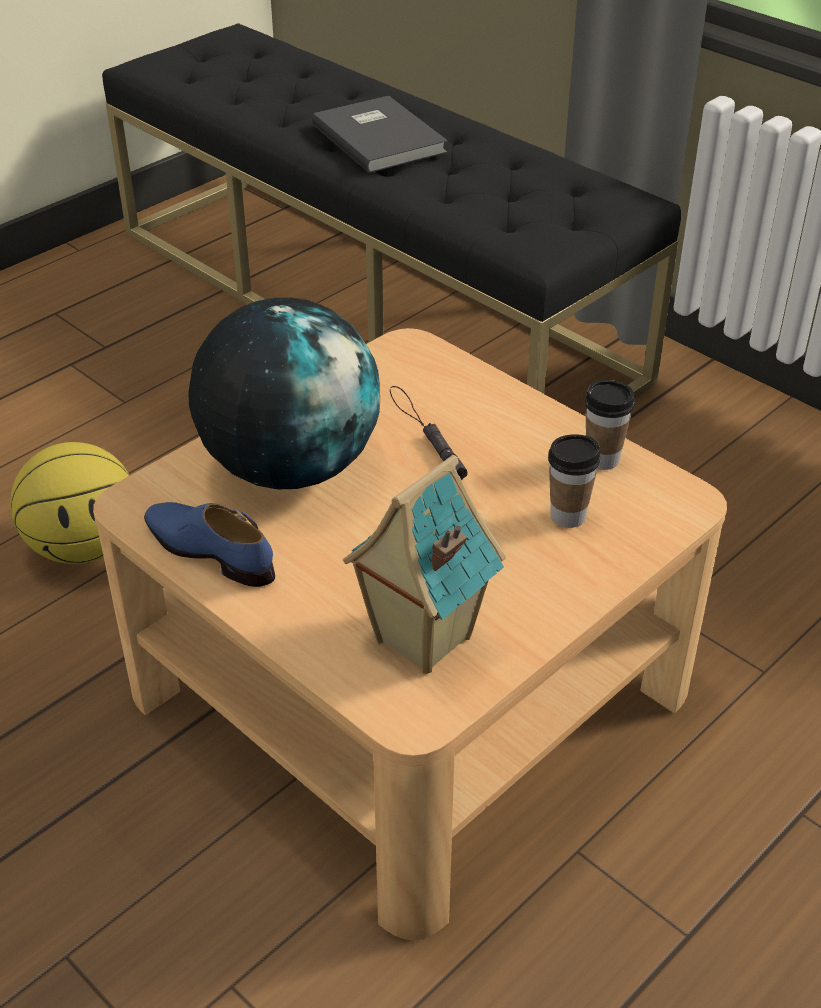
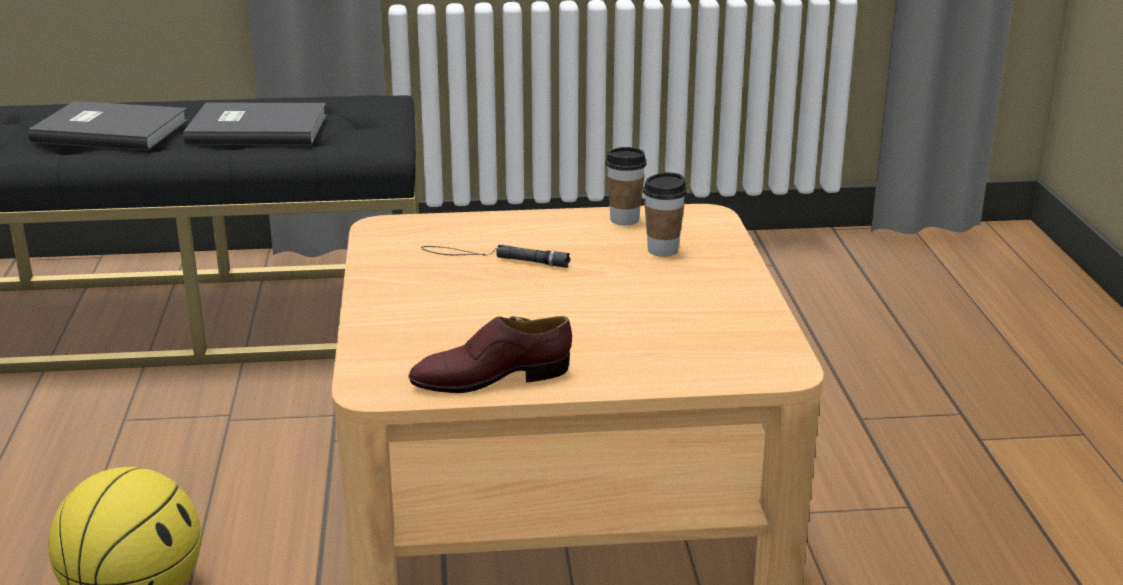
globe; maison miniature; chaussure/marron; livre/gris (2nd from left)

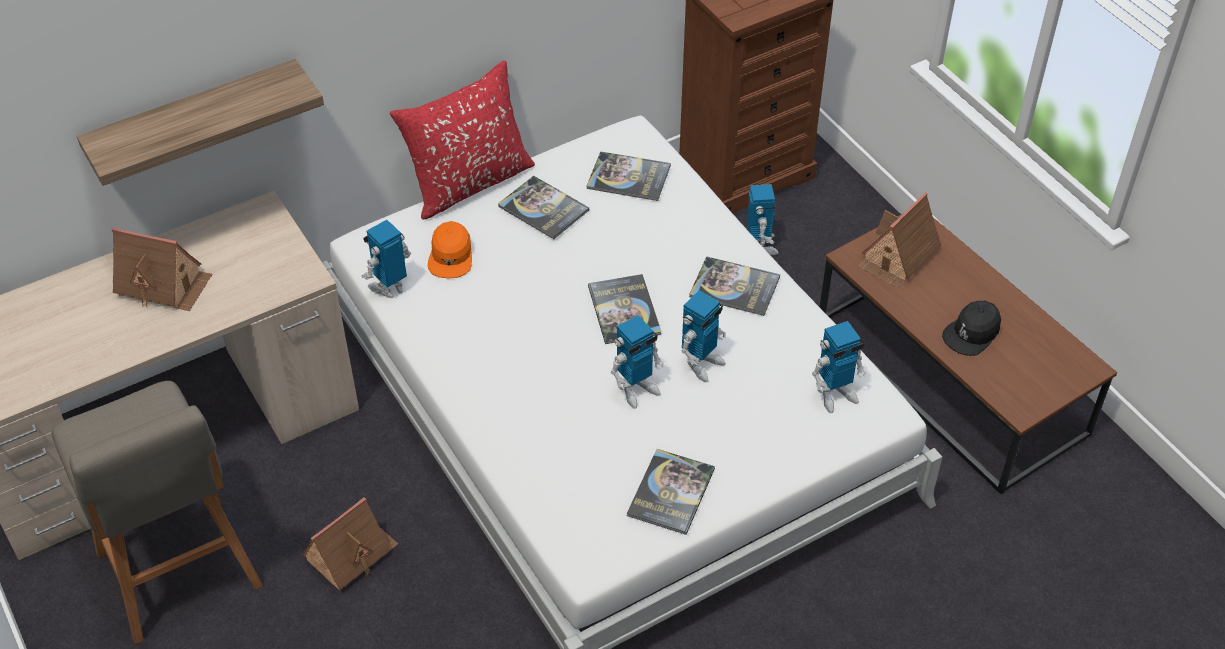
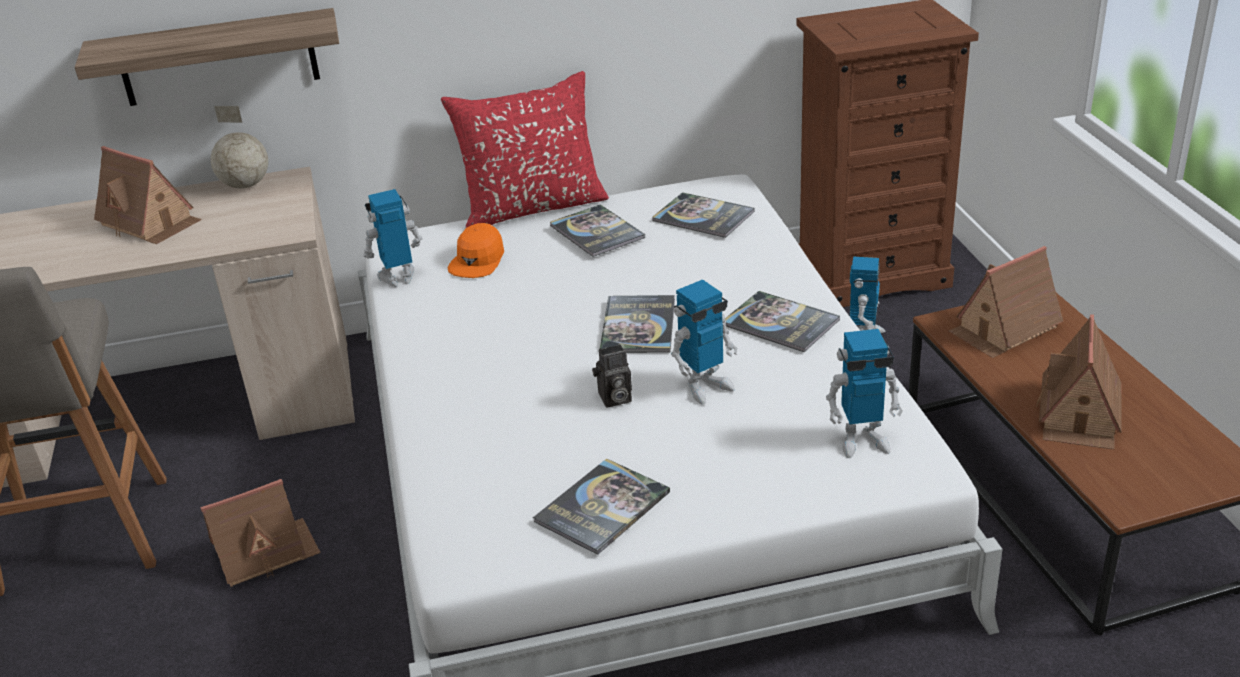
maison miniature (4th from left); appareil photo; globe

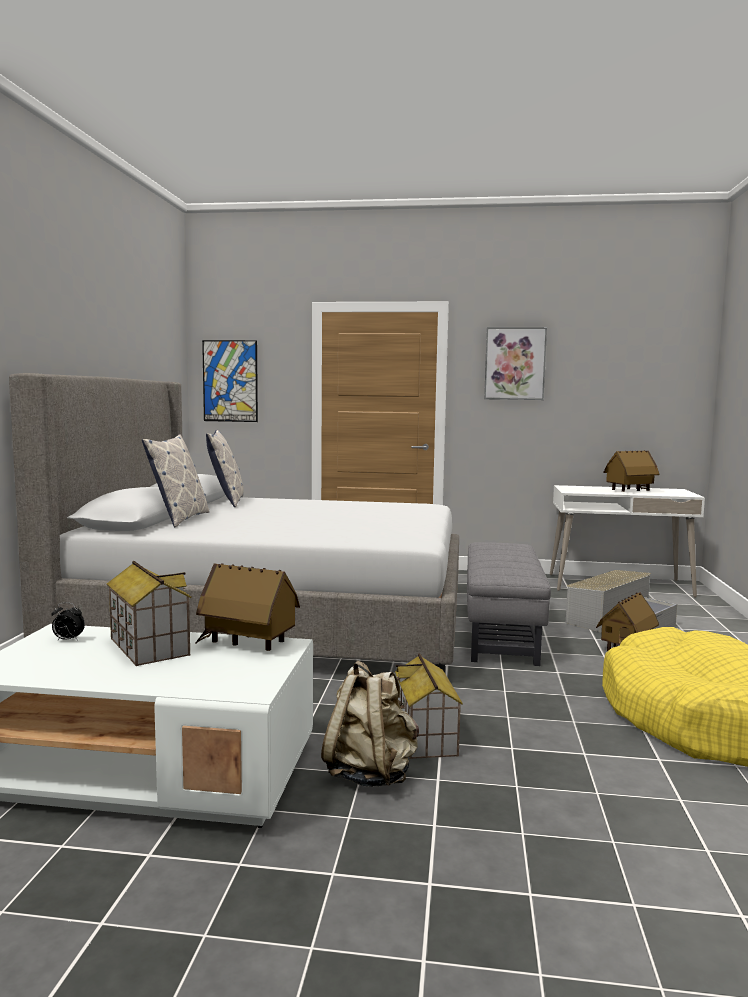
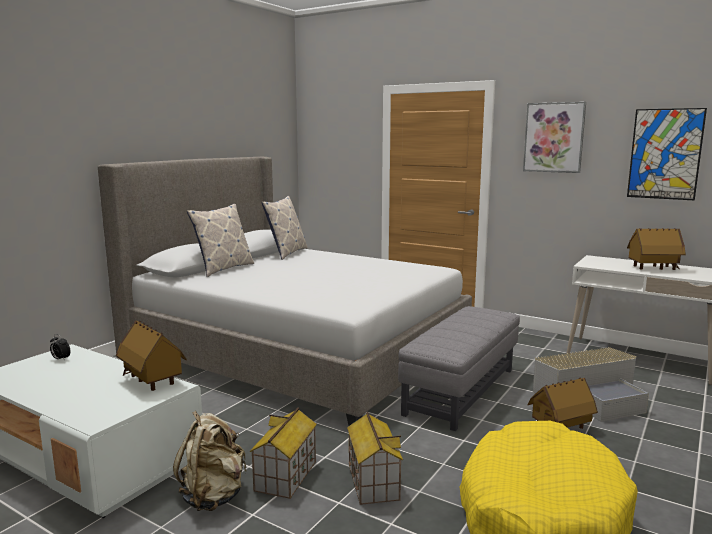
tableau (2nd from left); maison miniature (3rd from left)

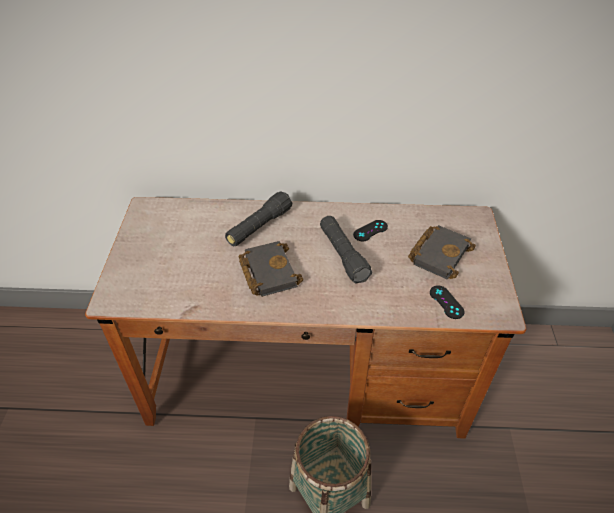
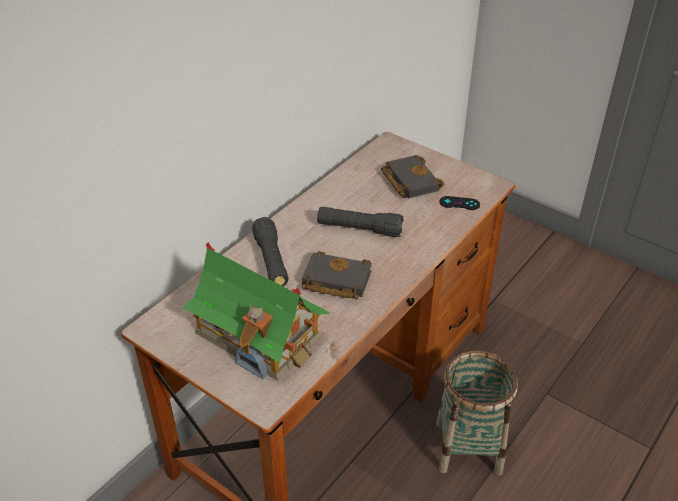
manette/noir (1st from left in the first image); maison miniature

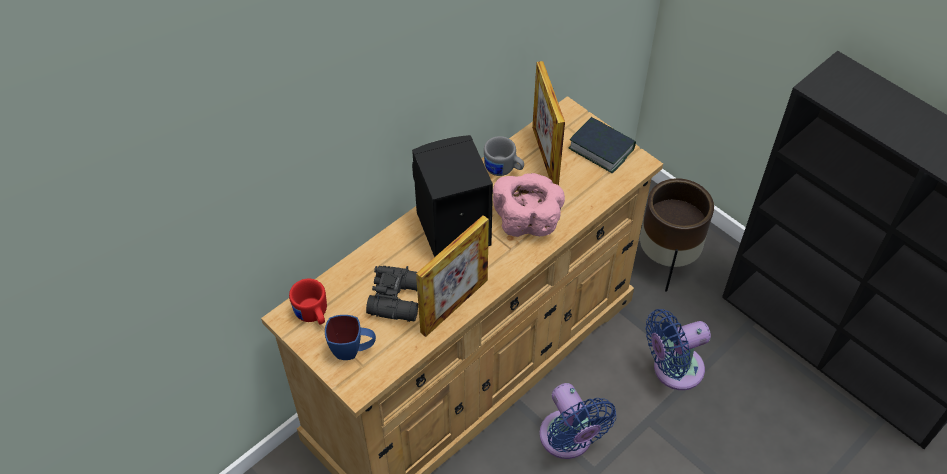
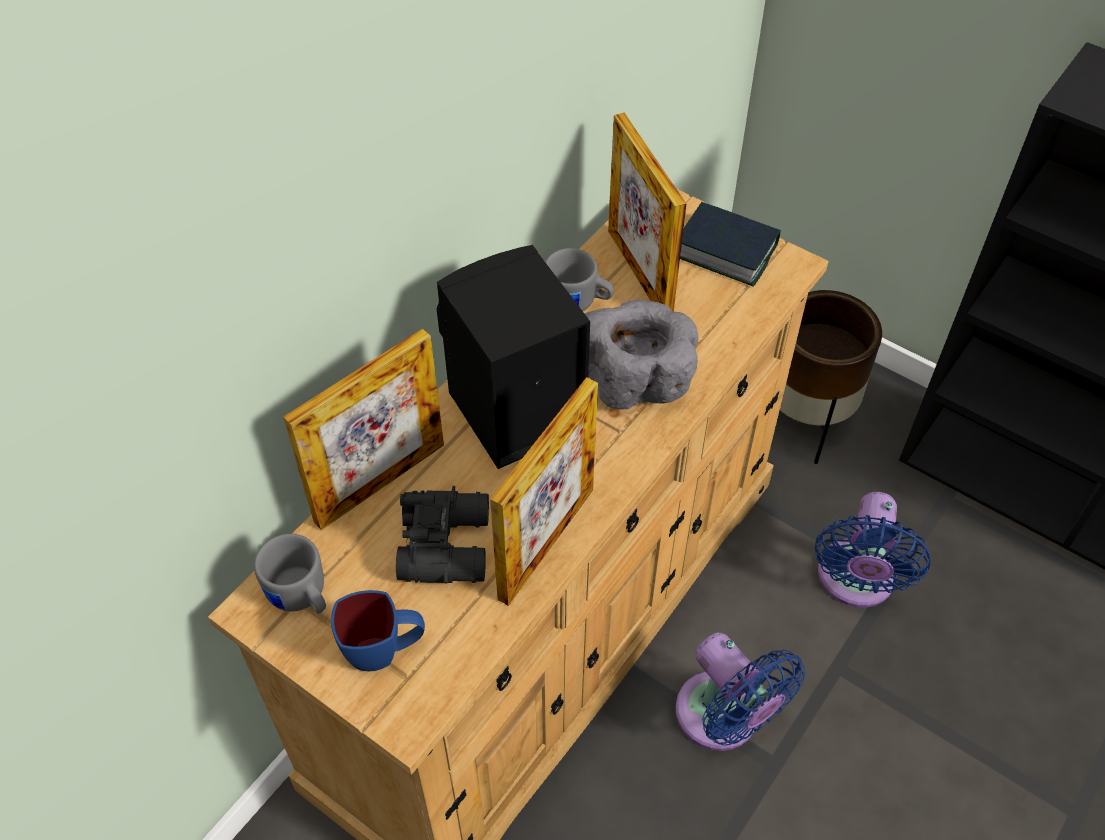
bol/gris; mug/gris (1st from left); ventilateur/bleu (2nd from left); cadre photo (1st from left)

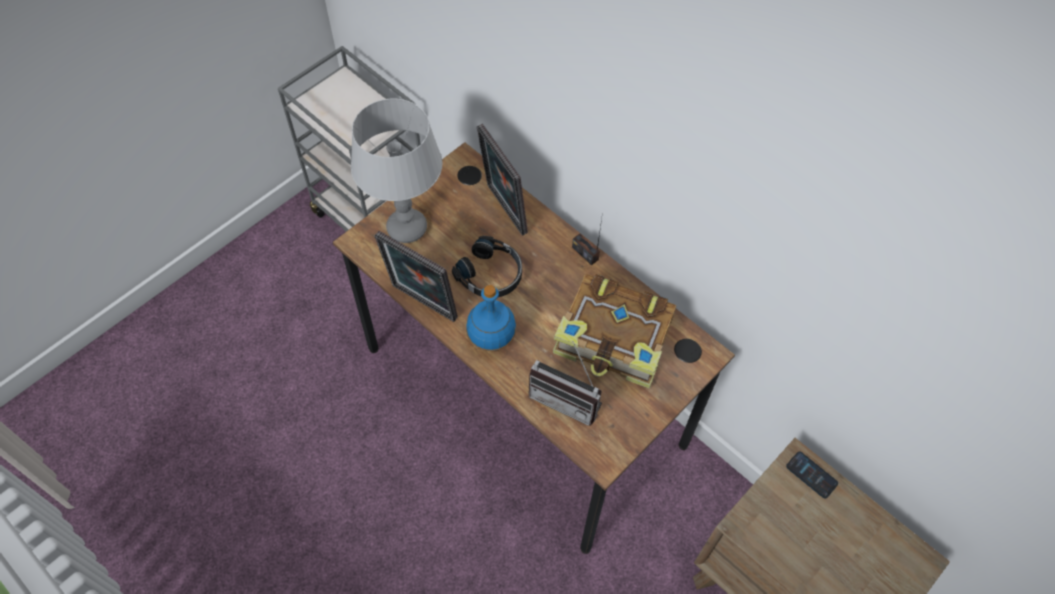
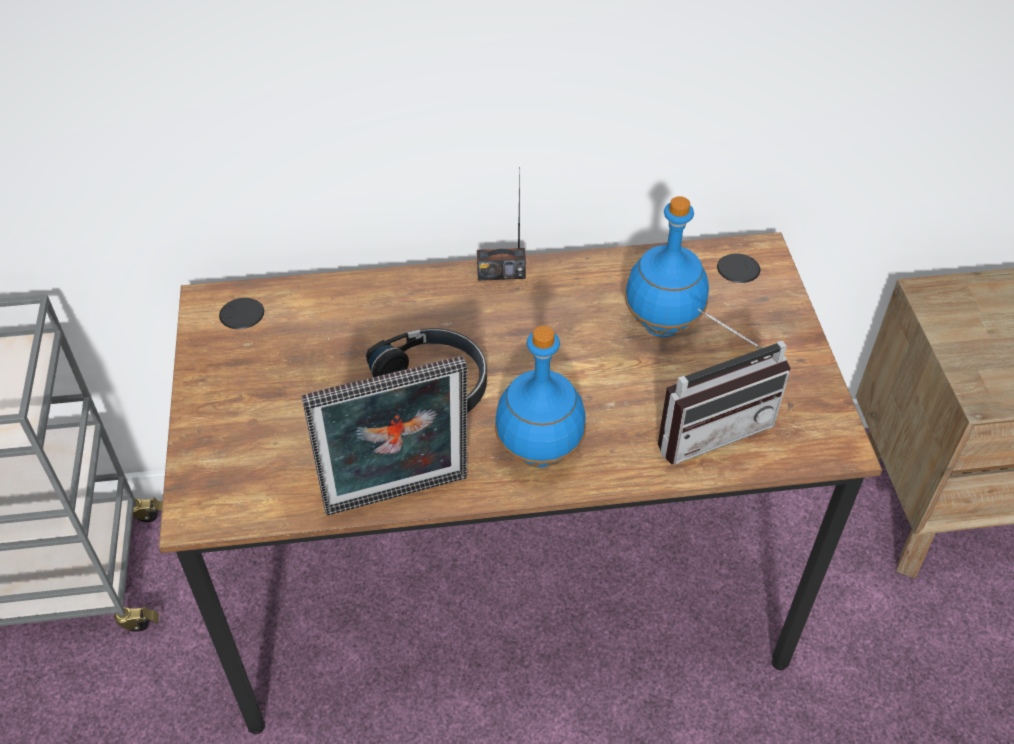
lampe de table/gris; cadre photo (2nd from left in the first image); bouteille/bleu (2nd from left); téléphone

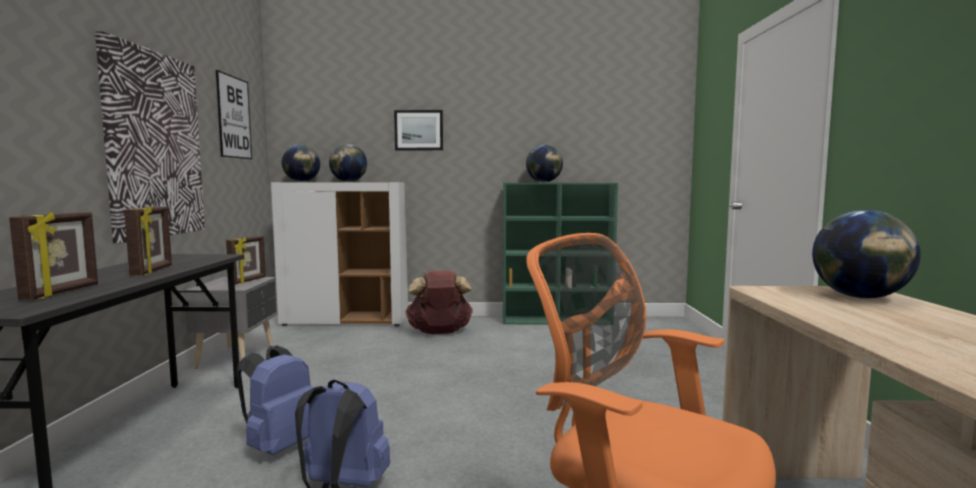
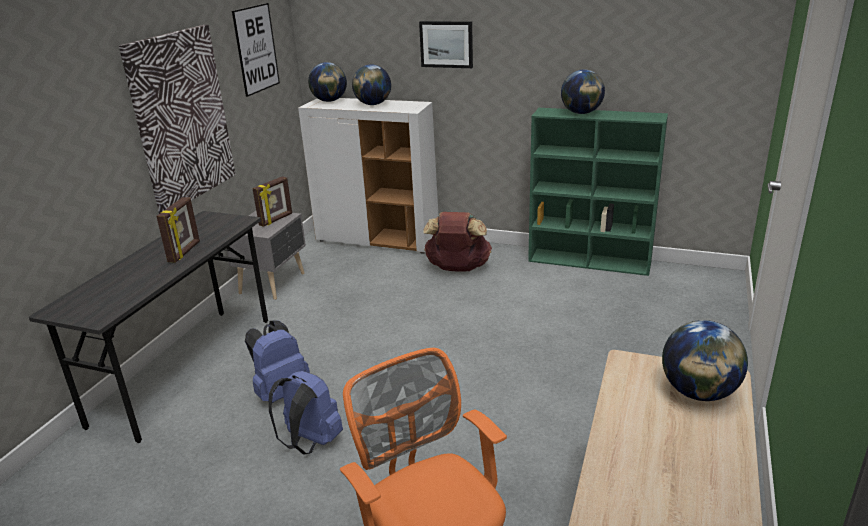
cadre photo (1st from left in the first image)

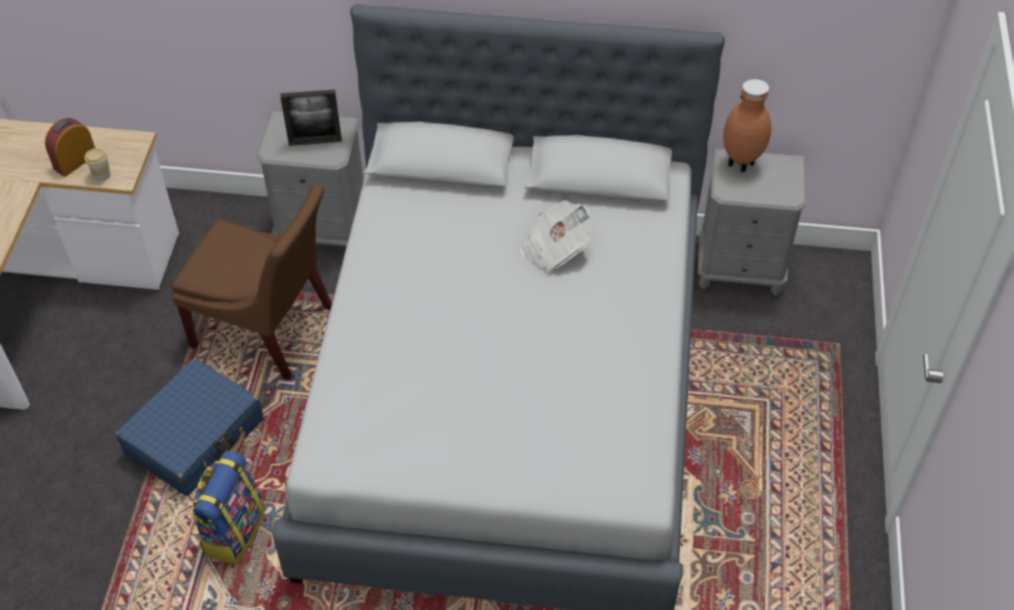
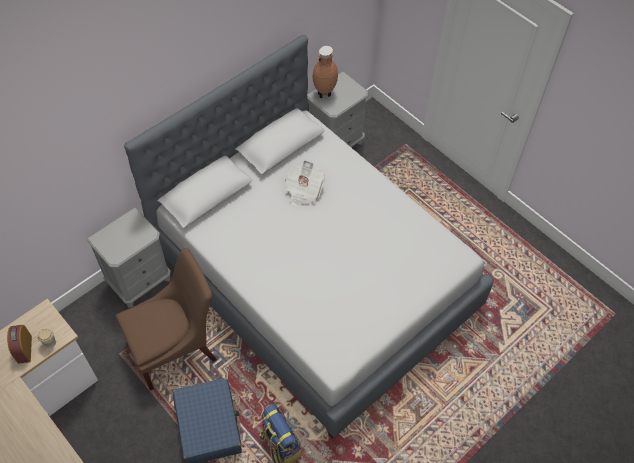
cadre photo

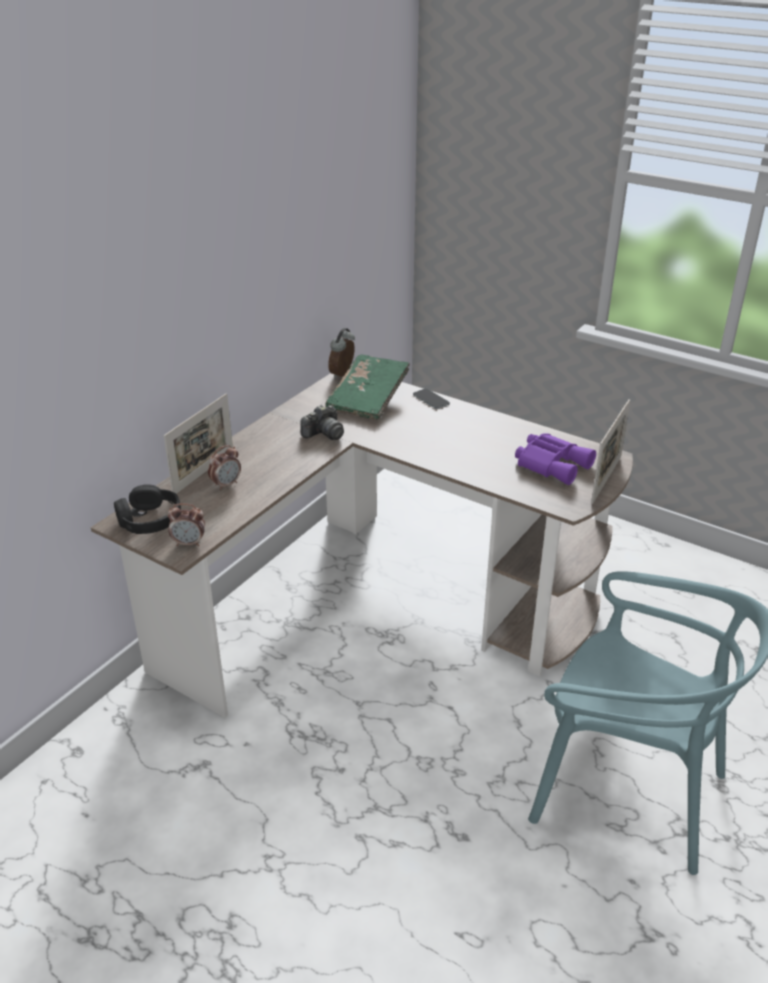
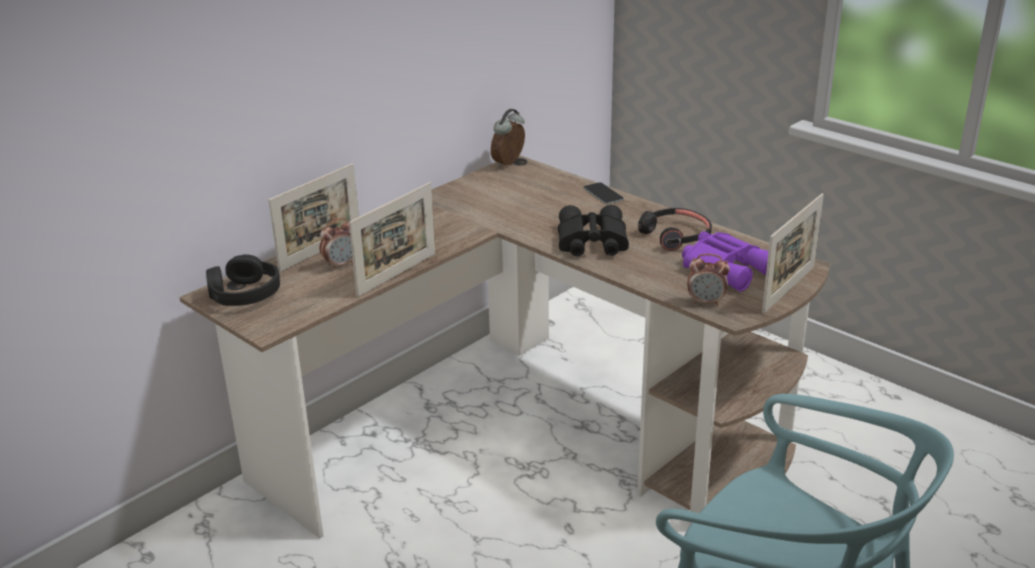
livre/vert; appareil photo; réveil (3rd from left); cadre photo (2nd from left); jumelles/noir; casque audio/noir (2nd from left)

